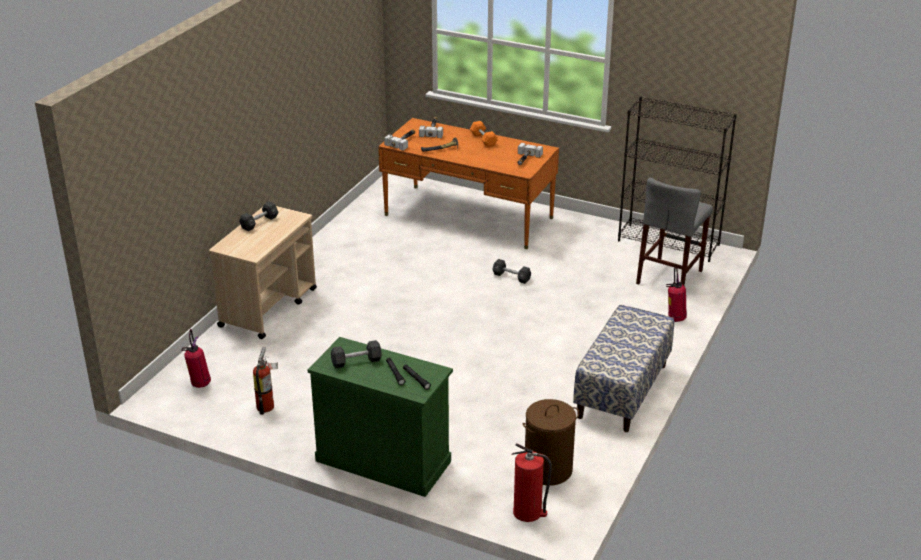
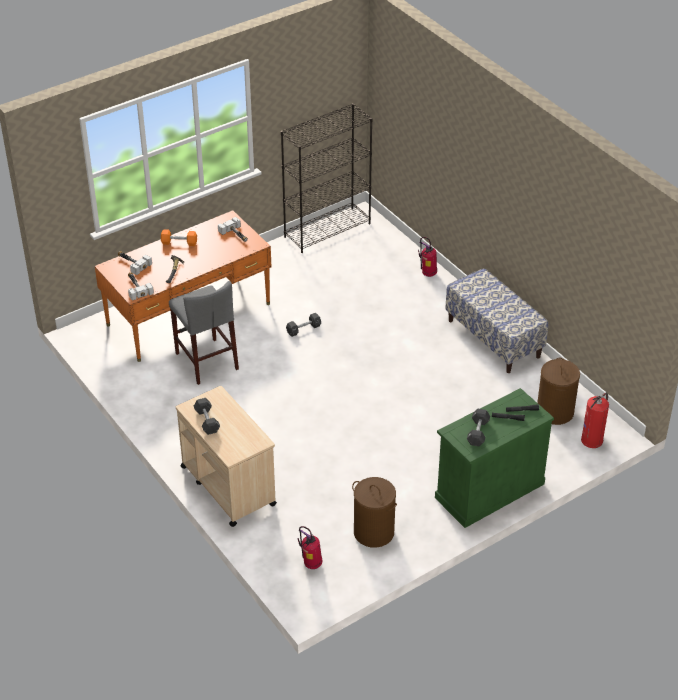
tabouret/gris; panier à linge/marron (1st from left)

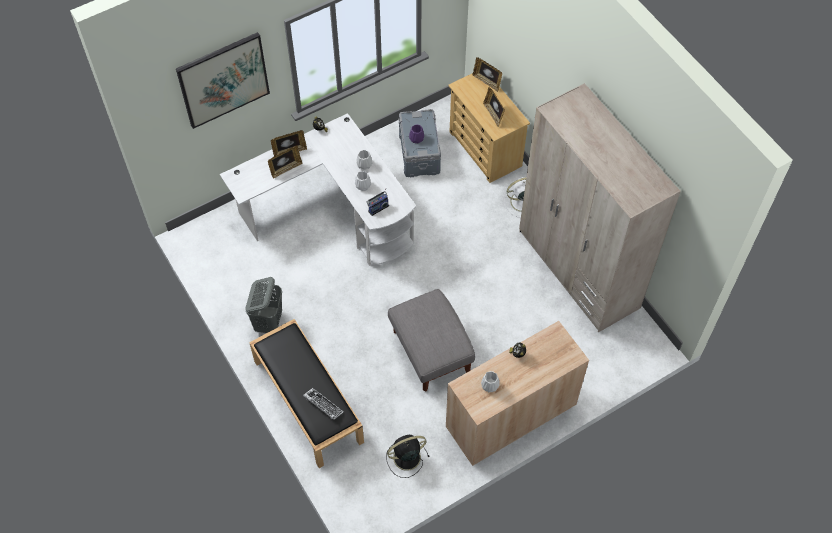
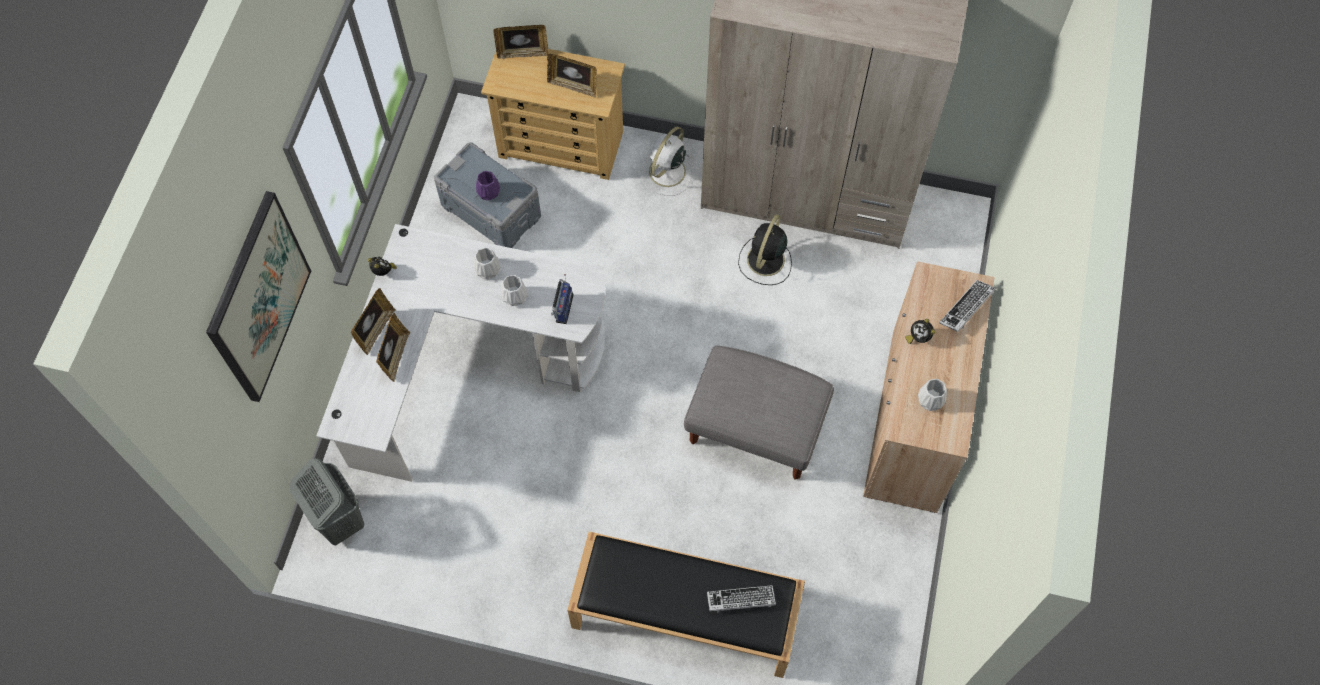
panier à linge/gris; ventilateur/noir; clavier (2nd from left)

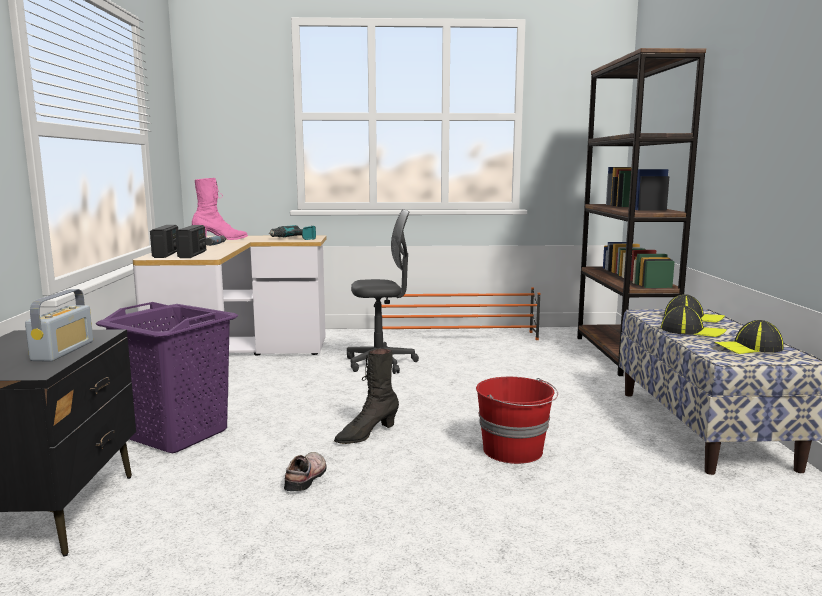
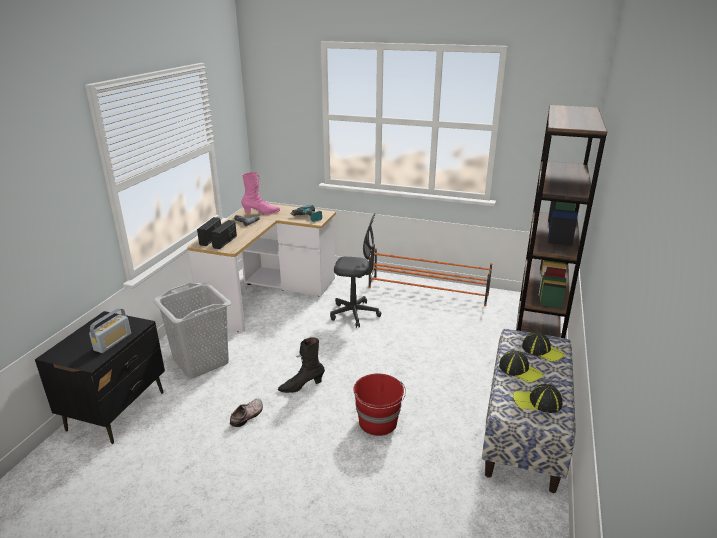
panier à linge/gris

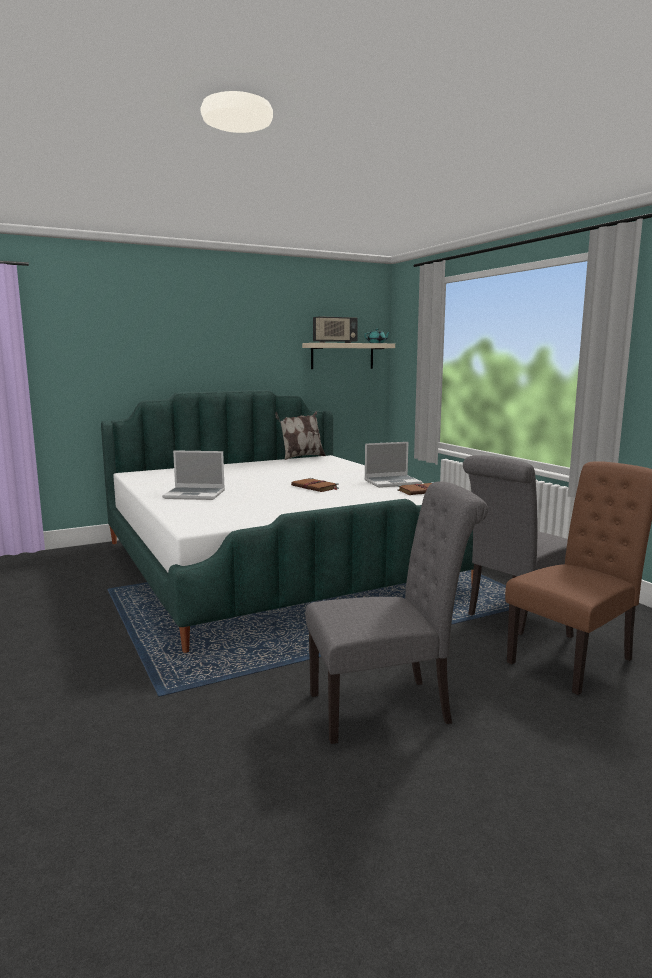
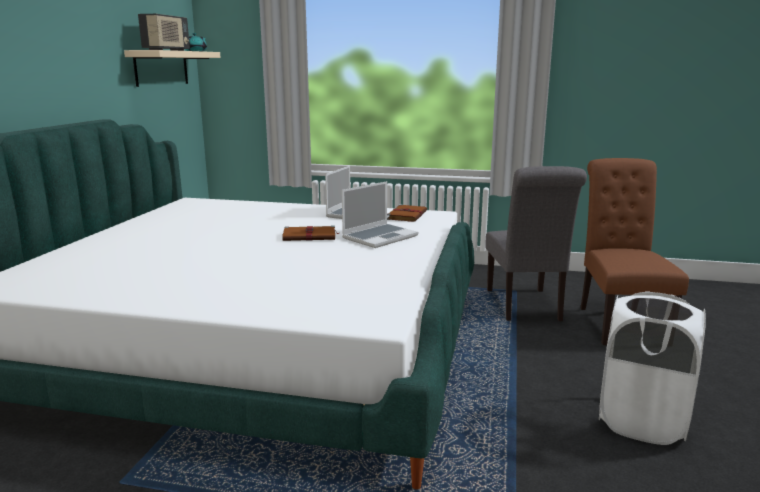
coussin; ordinateur portable (2nd from left); panier à linge/blanc

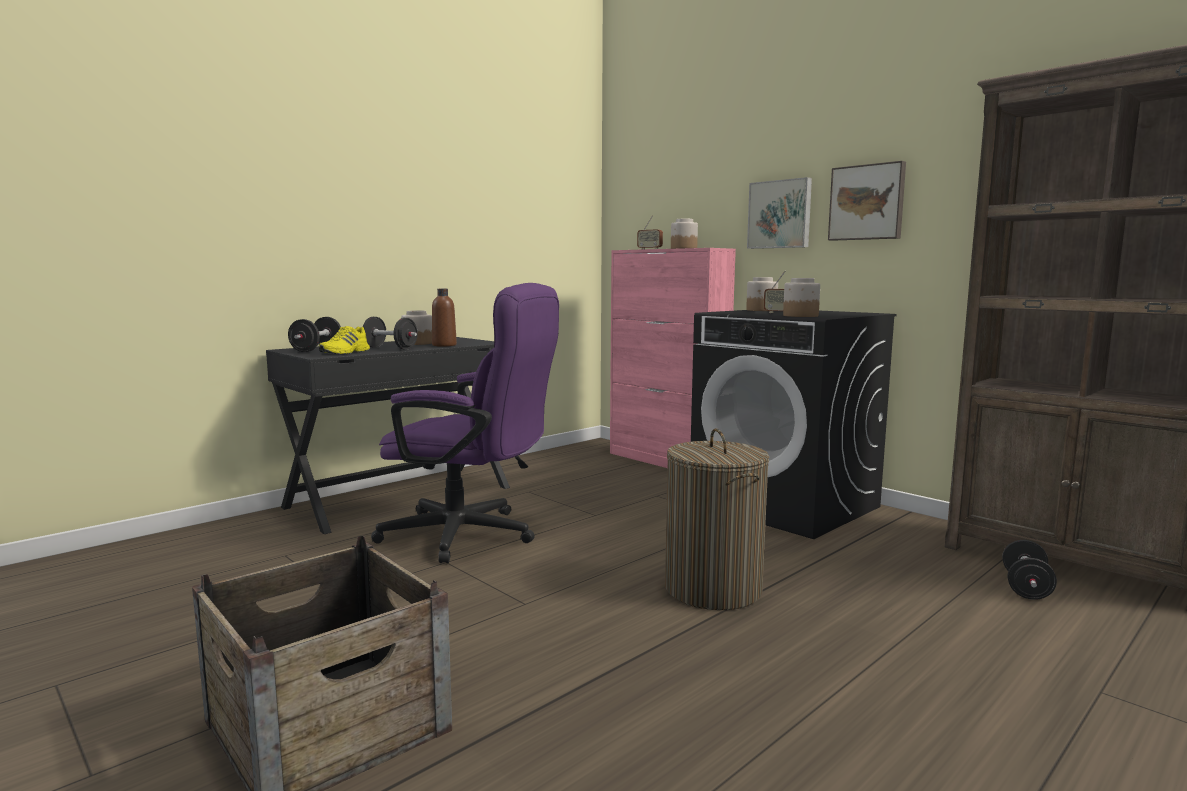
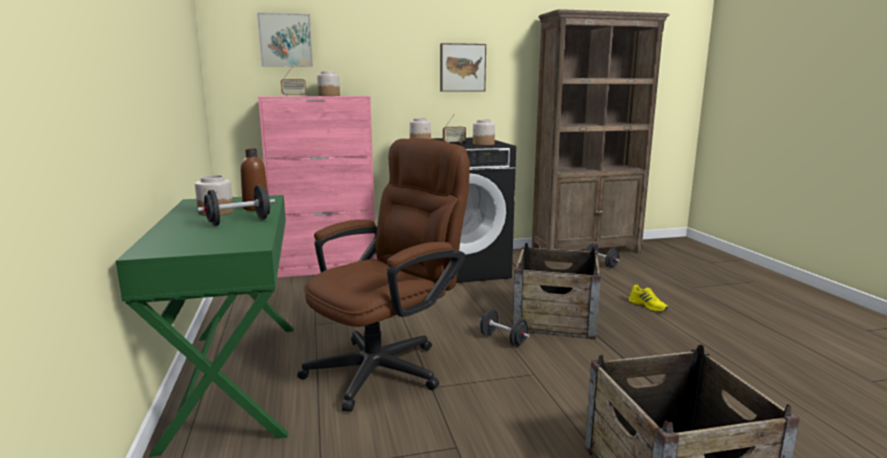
tableau (1st from left); chaise de bureau/marron; haltère/noir (2nd from left); chaussure/jaune; bureau/vert; caisse (1st from left)

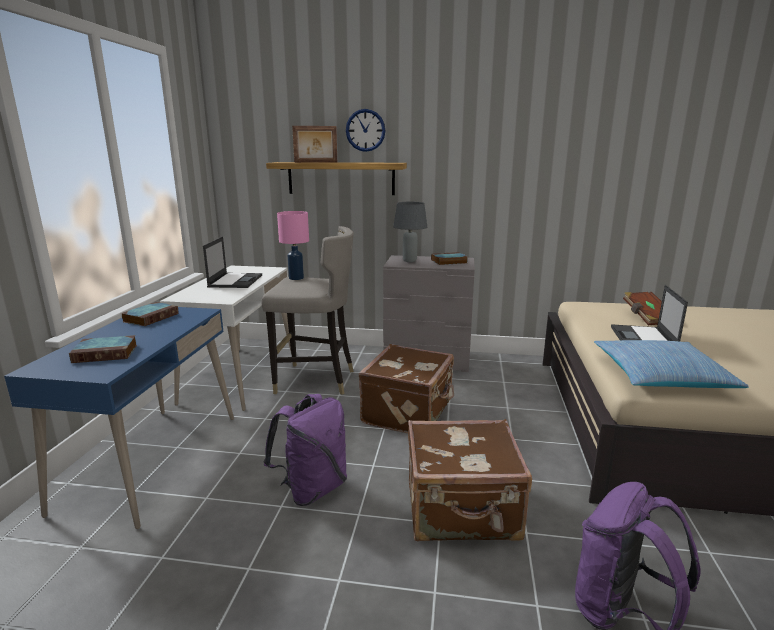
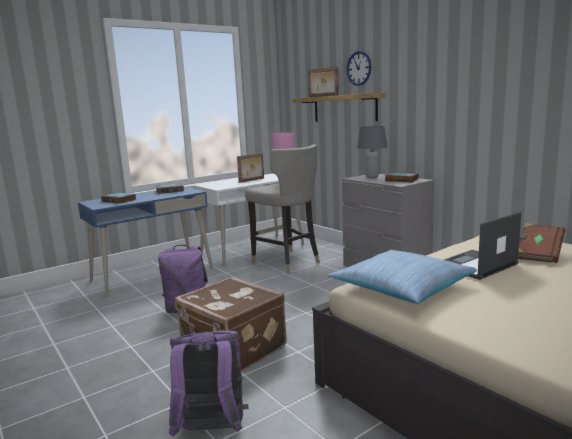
cadre photo (1st from left); valise/marron (1st from left in the first image)

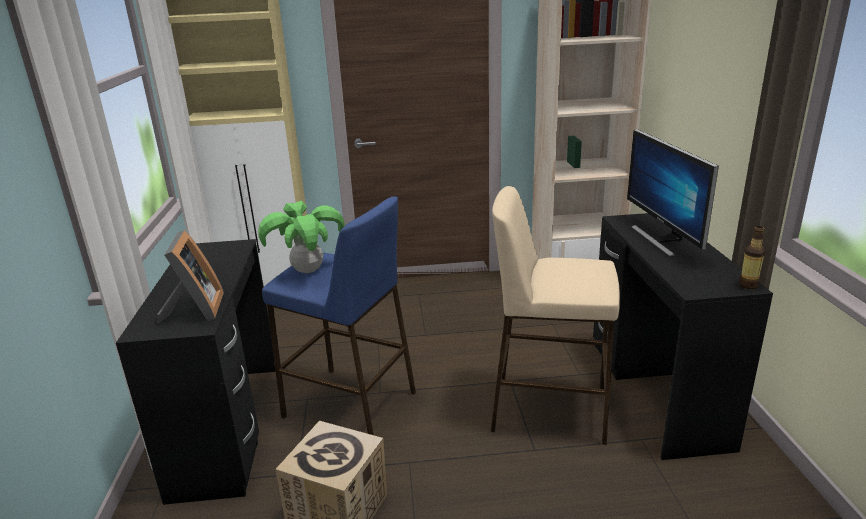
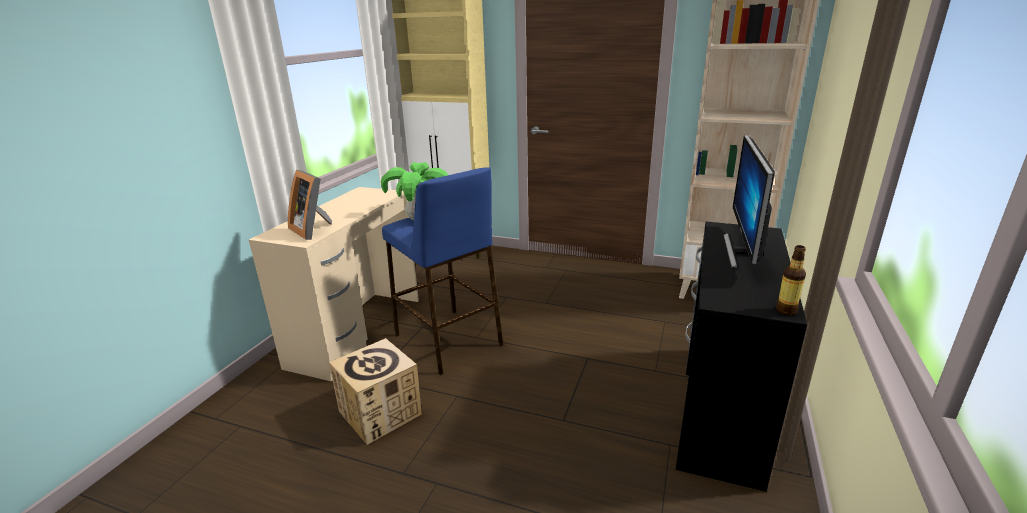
tabouret/beige; cadre photo; bureau/beige

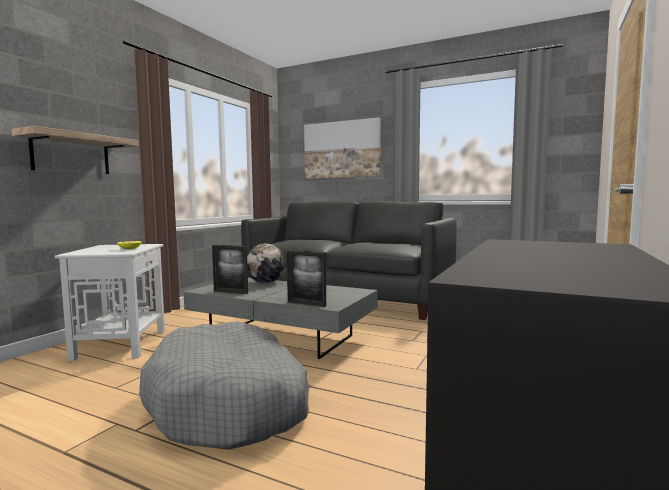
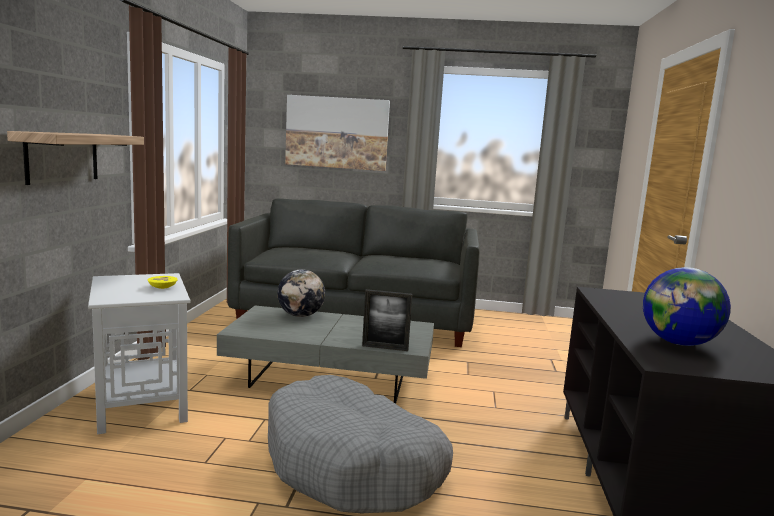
cadre photo (1st from left in the first image); globe (2nd from left)

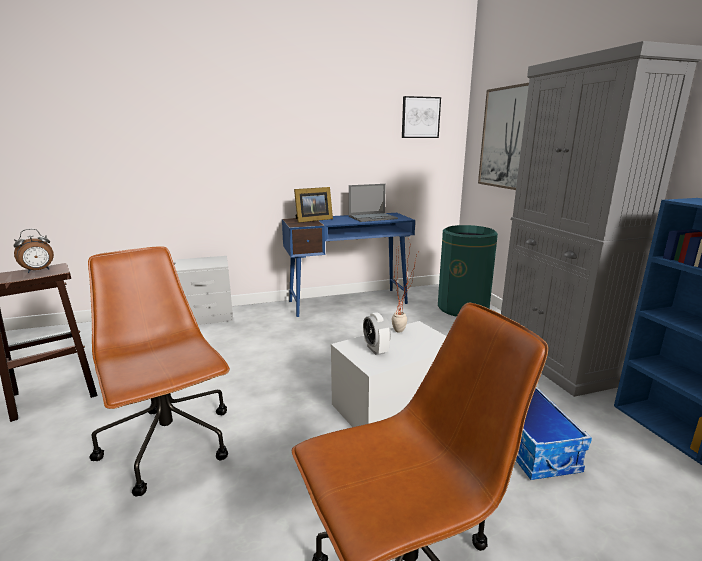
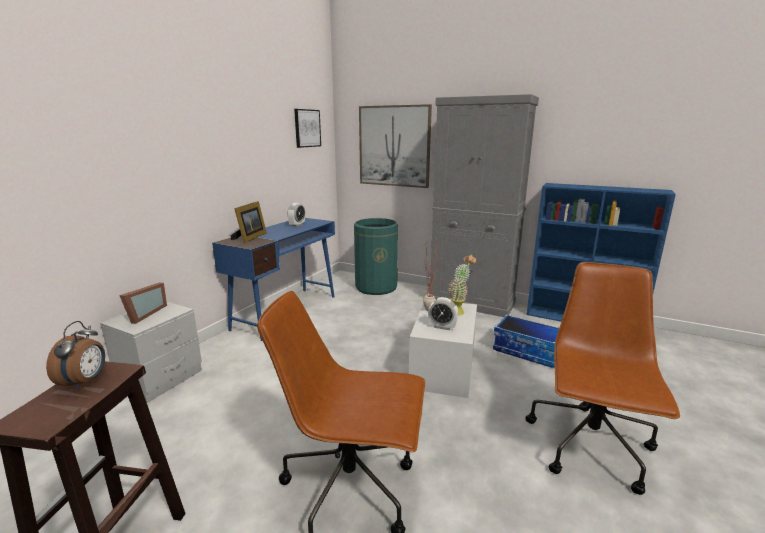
réveil (2nd from left); plante en pot (2nd from left); cadre photo (1st from left)

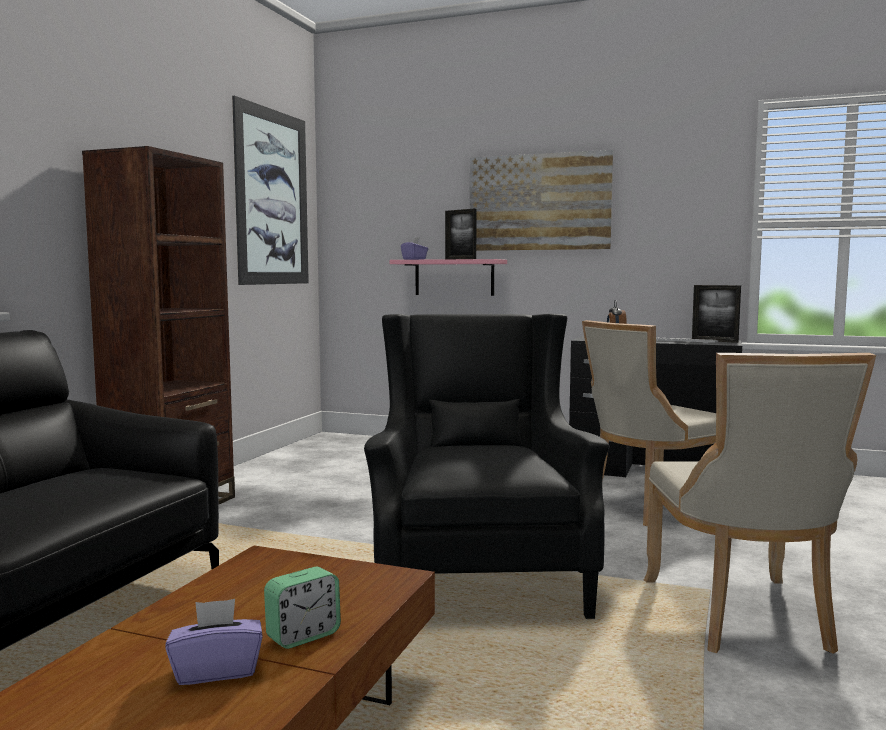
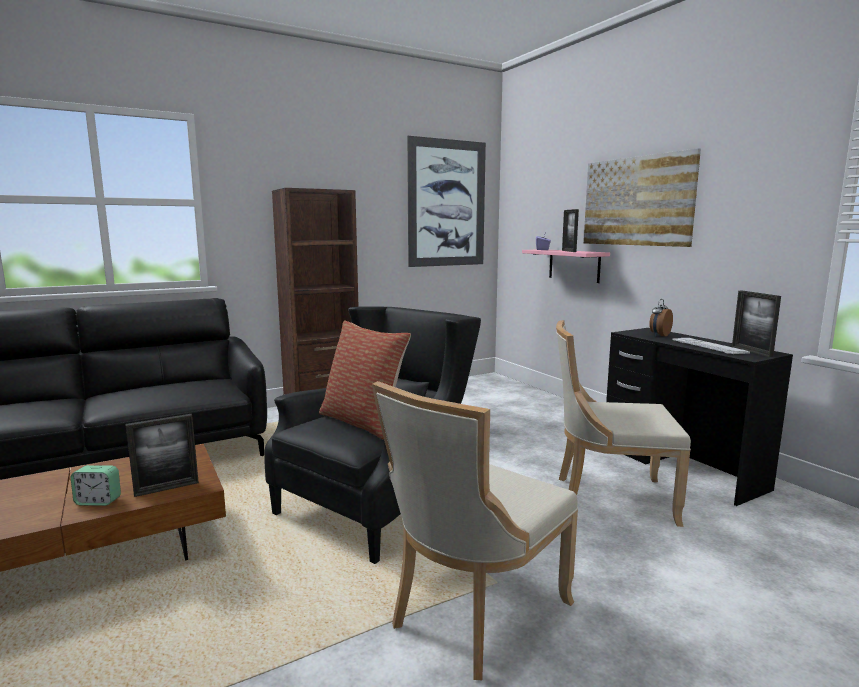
boîte à mouchoirs/violet (1st from left in the first image); coussin; cadre photo (1st from left)

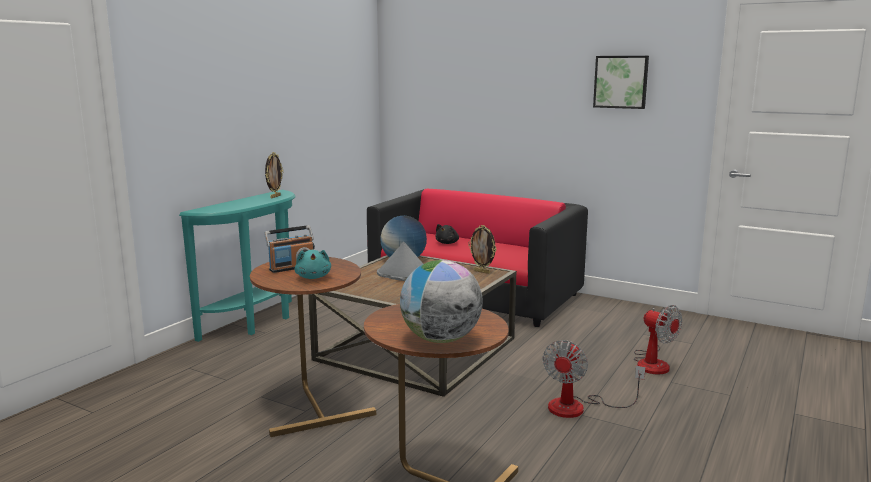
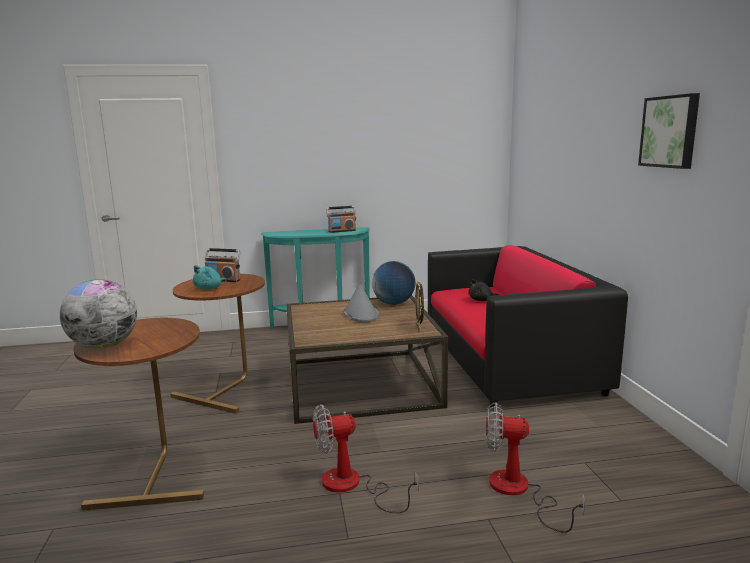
radio (2nd from left); ventilateur (2nd from left)

